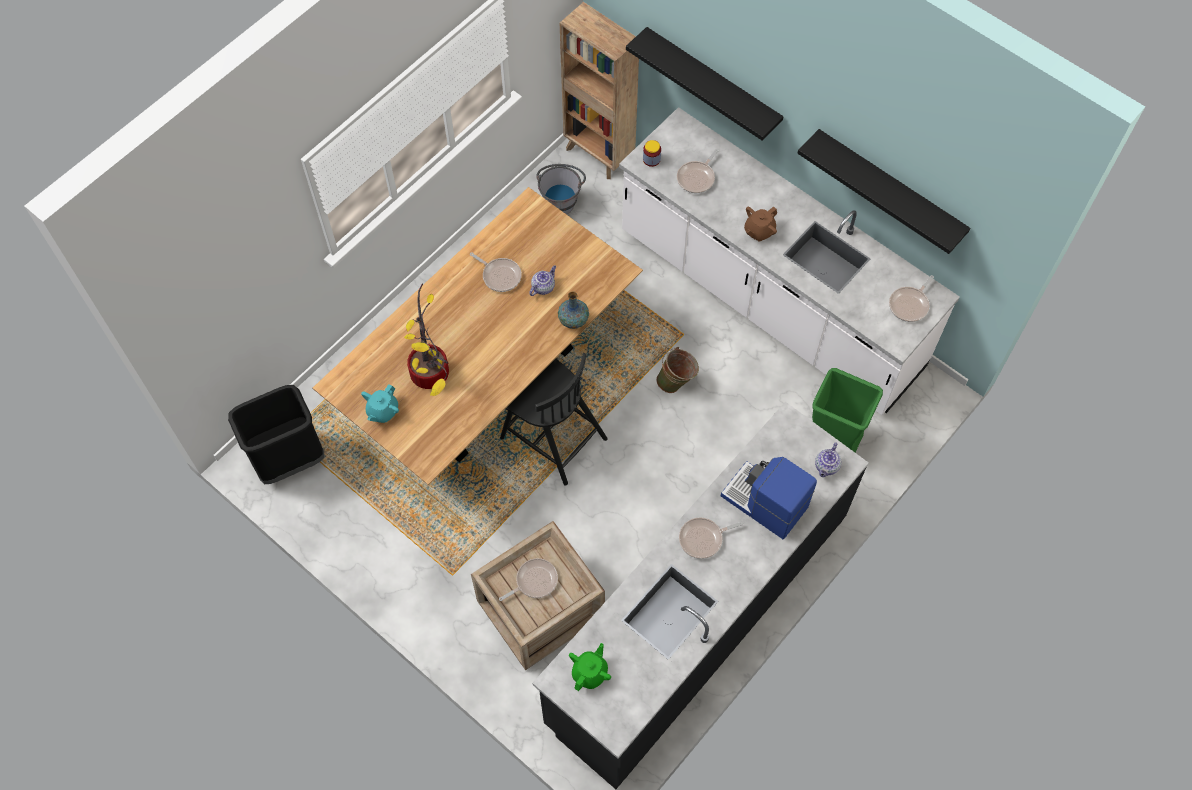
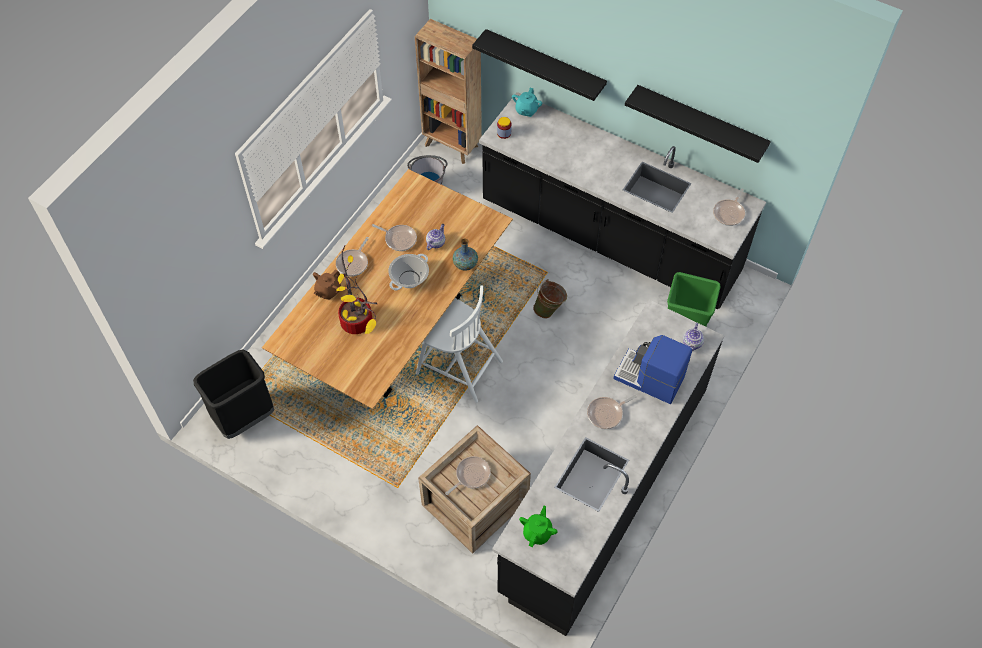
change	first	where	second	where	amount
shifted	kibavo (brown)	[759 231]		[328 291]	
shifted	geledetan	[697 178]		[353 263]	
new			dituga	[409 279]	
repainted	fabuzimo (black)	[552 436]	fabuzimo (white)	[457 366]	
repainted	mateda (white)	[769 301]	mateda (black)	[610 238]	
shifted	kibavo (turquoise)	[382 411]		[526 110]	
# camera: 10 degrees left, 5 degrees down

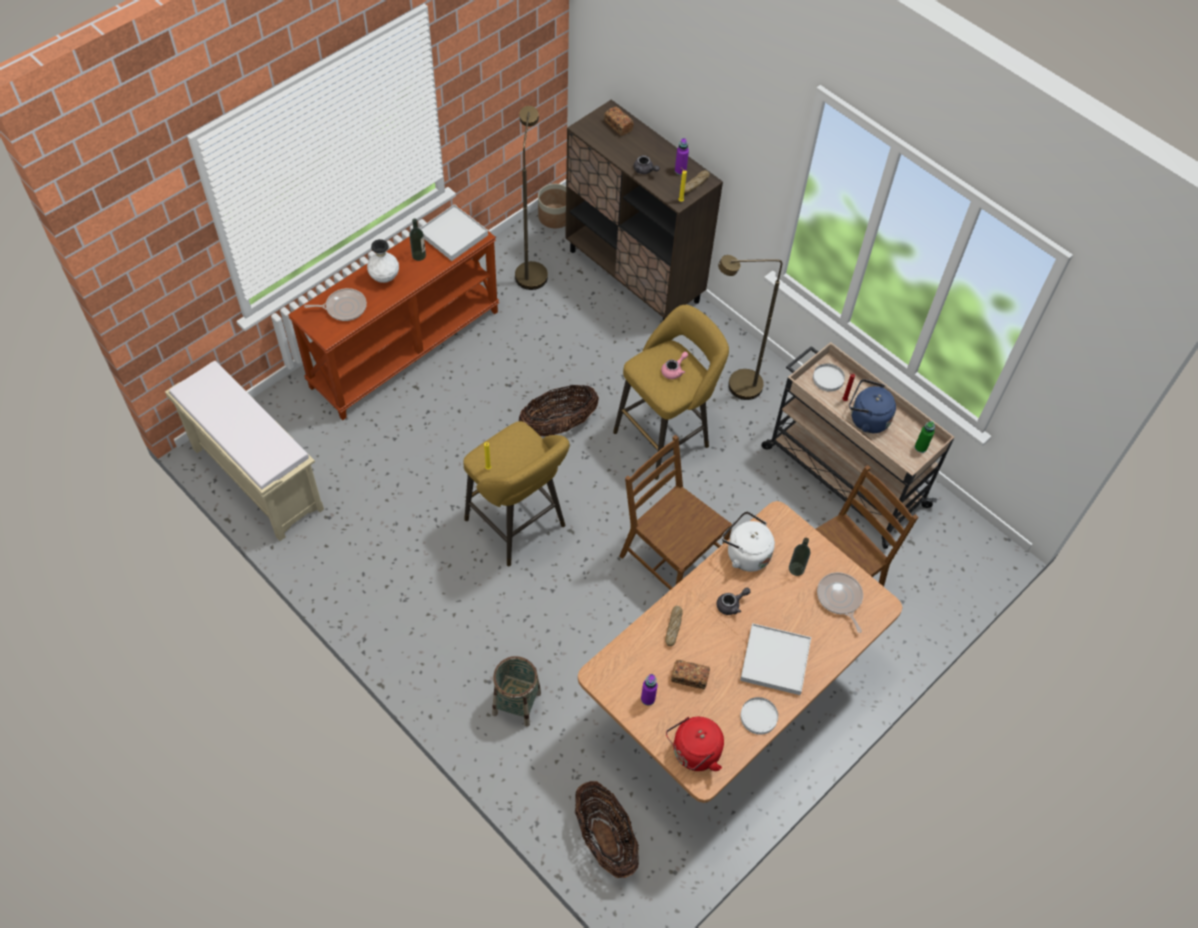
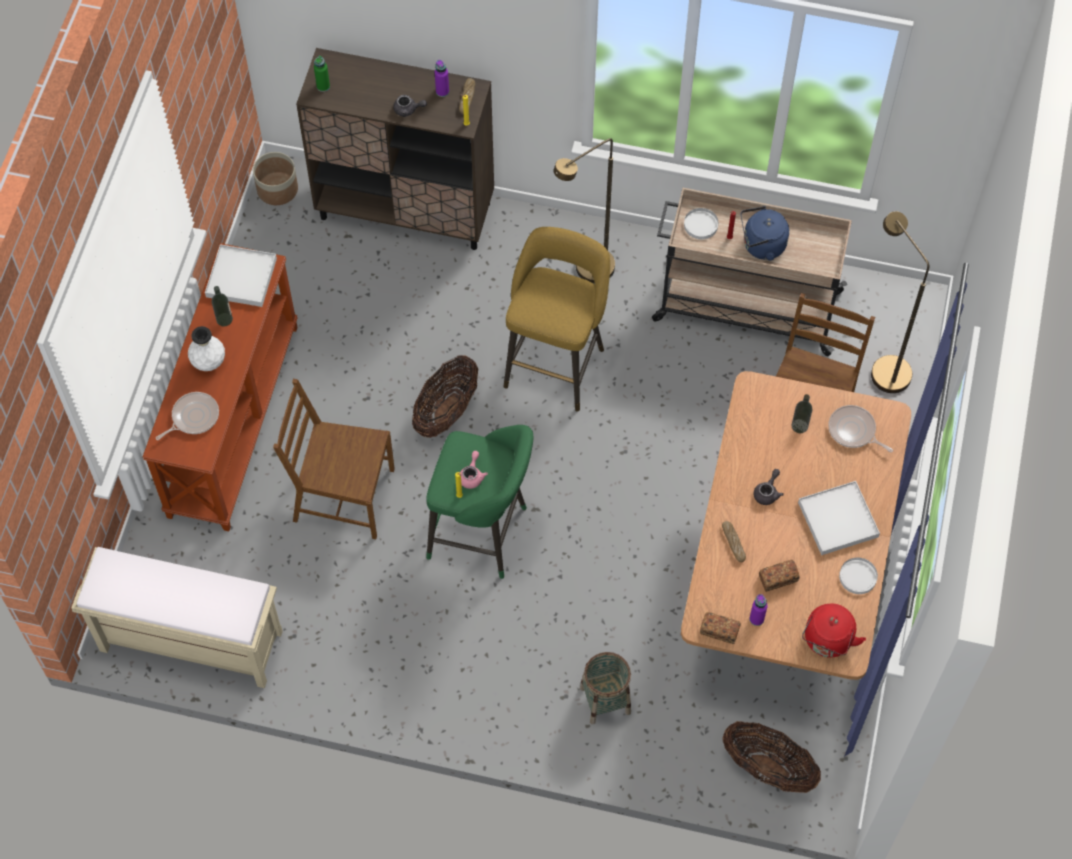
change	first	where	second	where	amount
shifted	fabuzimo (brown)	[669 559]		[342 496]	
shifted	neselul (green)	[920 447]		[323 86]	
repainted	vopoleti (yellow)	[518 526]	vopoleti (green)	[483 534]	
shifted	kibavo (pink)	[674 370]		[472 475]	
shifted	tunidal	[618 126]		[719 631]	
shifted	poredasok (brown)	[531 270]		[883 367]	
gone	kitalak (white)	[745 554]			
# camera: 30 degrees left, 5 degrees up

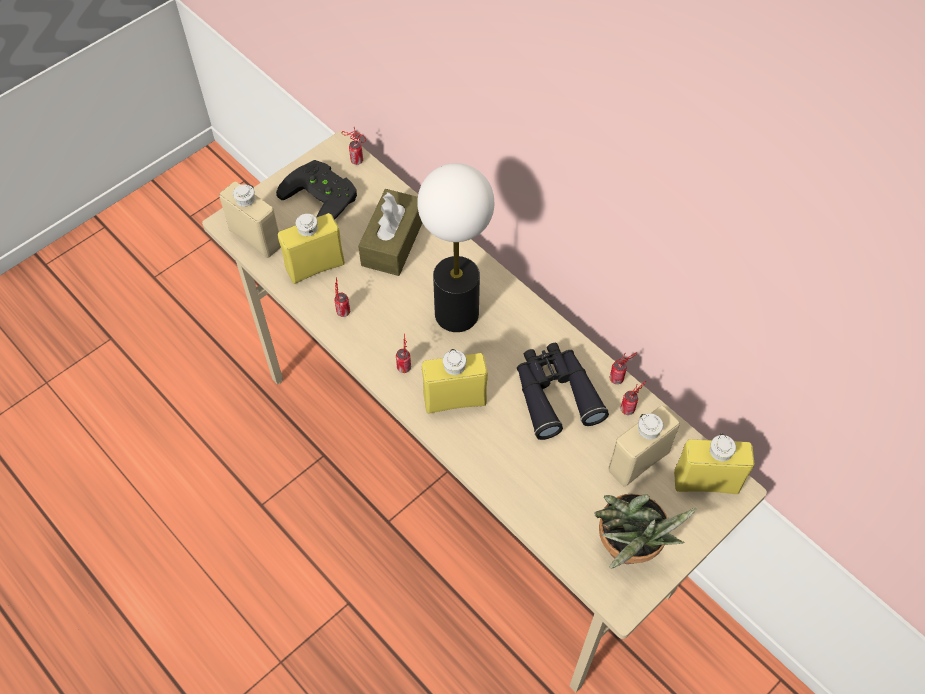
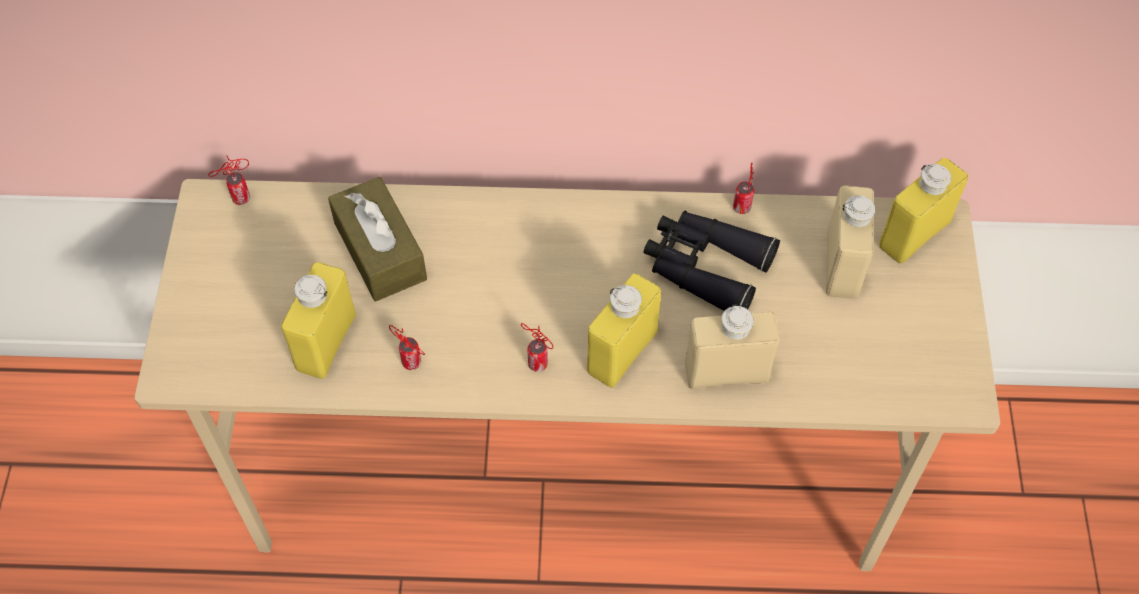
change	first	where	second	where	amount
shifted	neselul (beige)	[256 238]		[726 372]	
gone	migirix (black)	[323 195]			
gone	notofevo	[456 314]			
gone	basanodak	[627 552]			
gone	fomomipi	[628 408]			
# camera: 45 degrees left, 0 degrees up

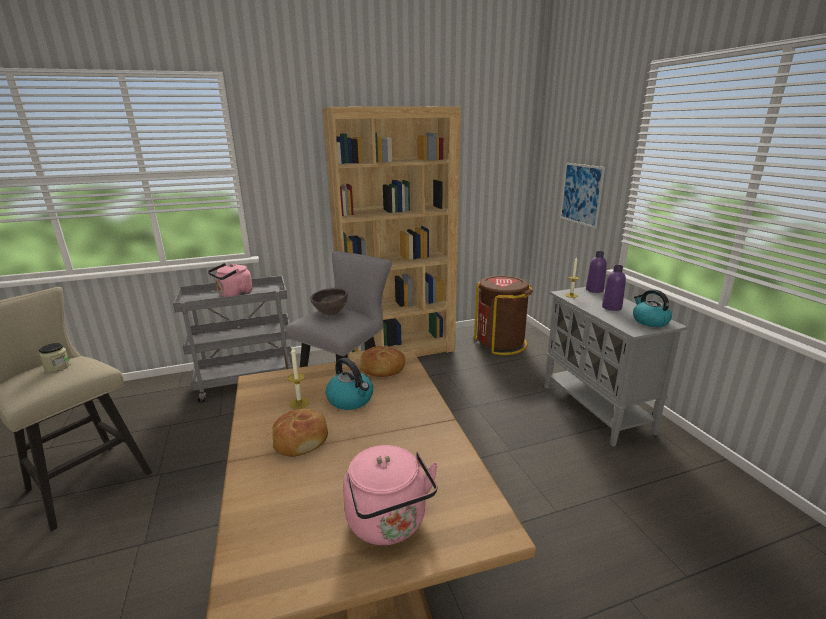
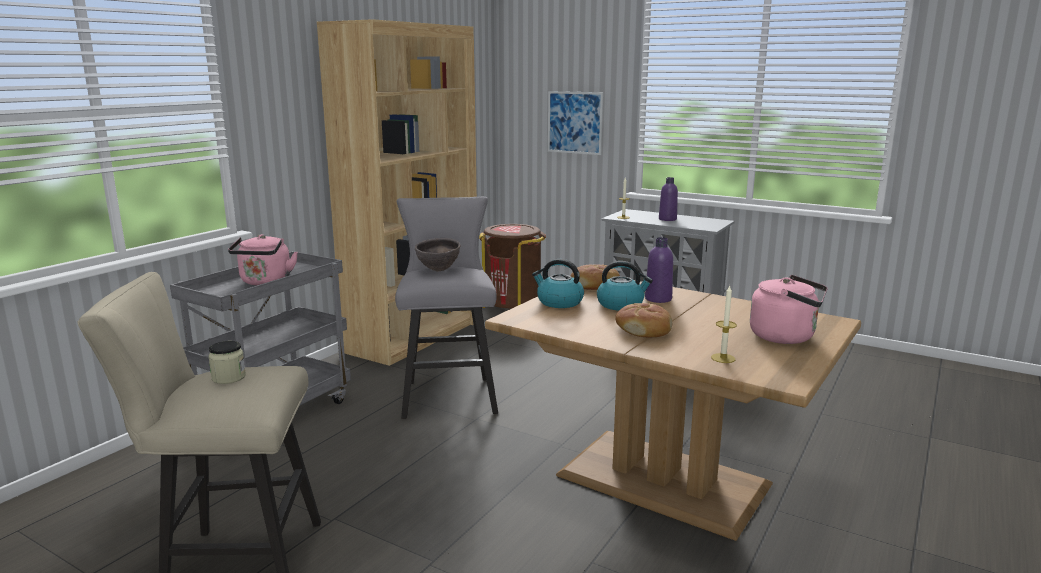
change	first	where	second	where	amount
shifted	kitalak	[649 321]		[559 302]	
shifted	neselul (purple)	[594 290]		[658 299]	
shifted	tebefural	[299 403]		[723 358]	
# camera: 40 degrees left, 5 degrees down

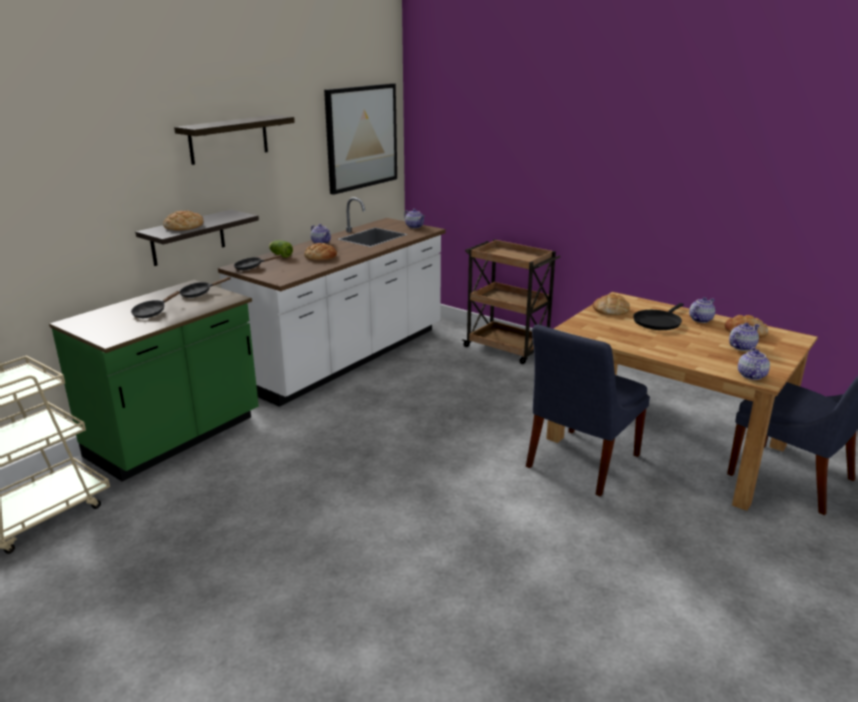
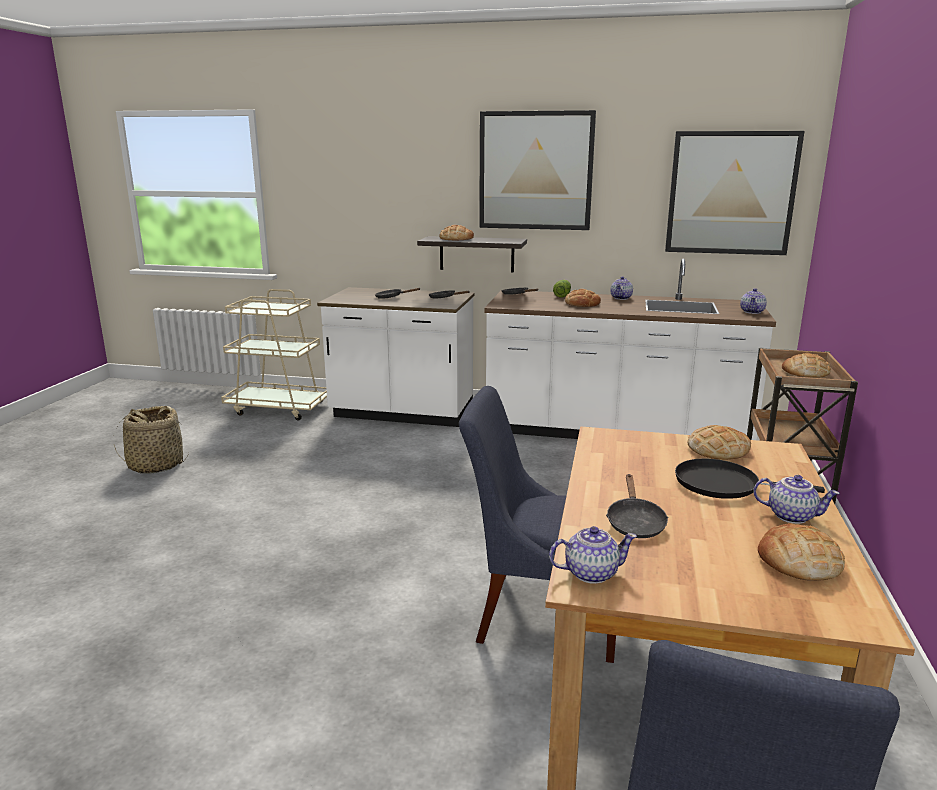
change	first	where	second	where	amount
new			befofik	[155 465]	
repainted	mateda (green)	[176 438]	mateda (white)	[402 414]	
swapped	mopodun	[229 139]	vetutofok	[535 171]	
new			geledetan (black)	[635 523]	
new			tunidal	[805 372]	
gone	kibavo	[741 347]			
# camera: 65 degrees right, 5 degrees down

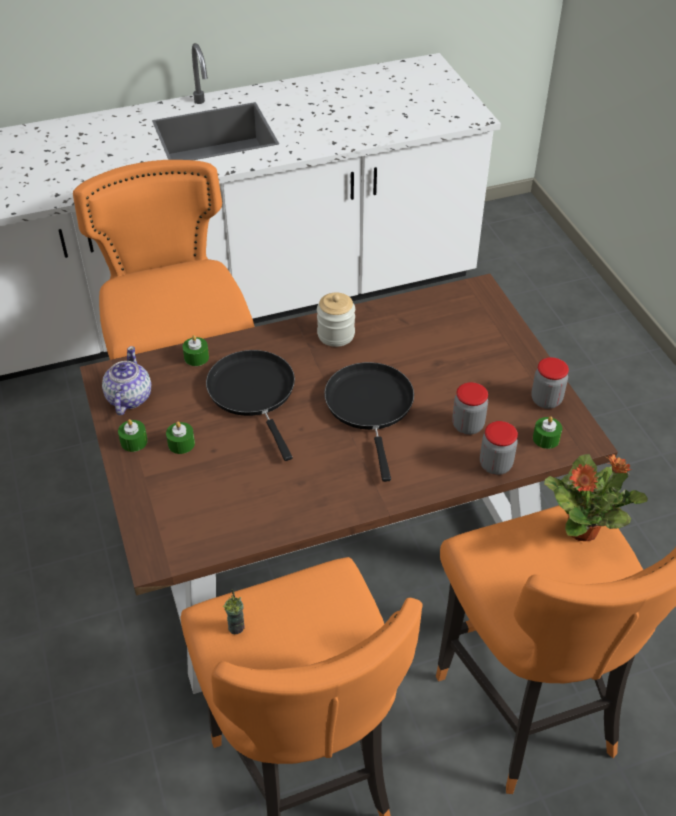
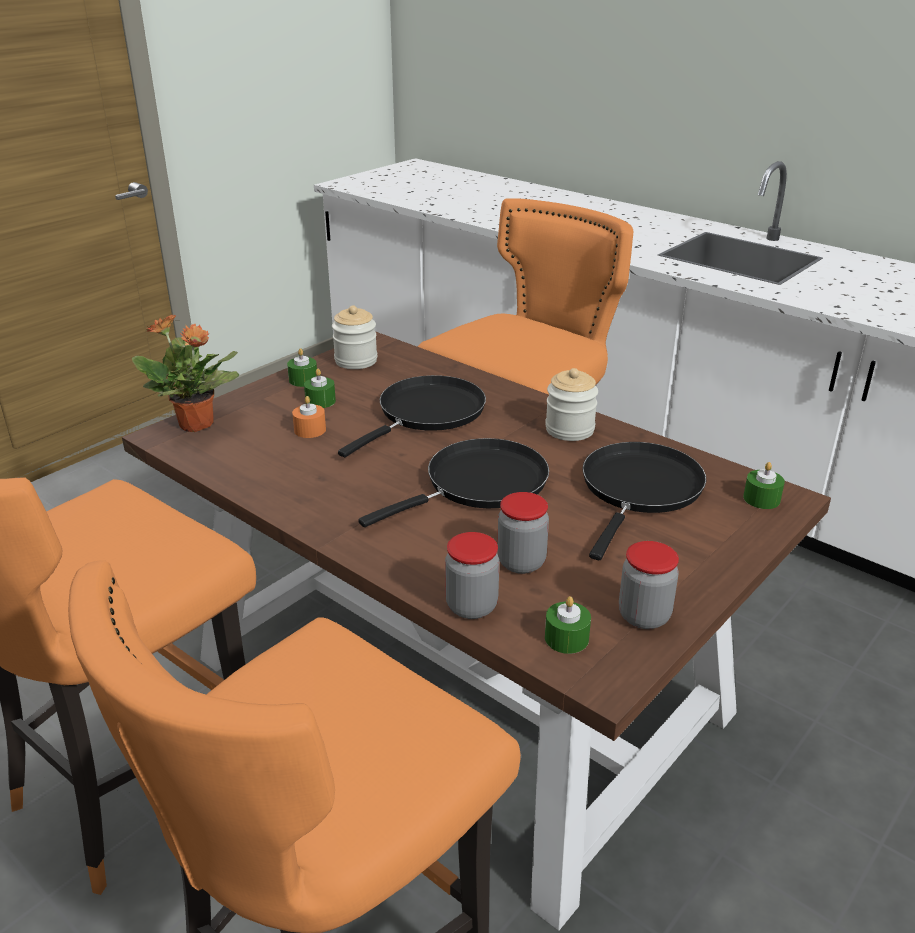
change	first	where	second	where	amount
shifted	basanodak	[583 529]		[197 425]	
new			tebefural (orange)	[310 430]	
swapped	kibavo	[128 398]	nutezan	[356 361]	
new			geledetan (black)	[639 490]	
shifted	tebefural (green)	[196 357]		[761 499]	
gone	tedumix	[236 626]			
# camera: 60 degrees right, 15 degrees down

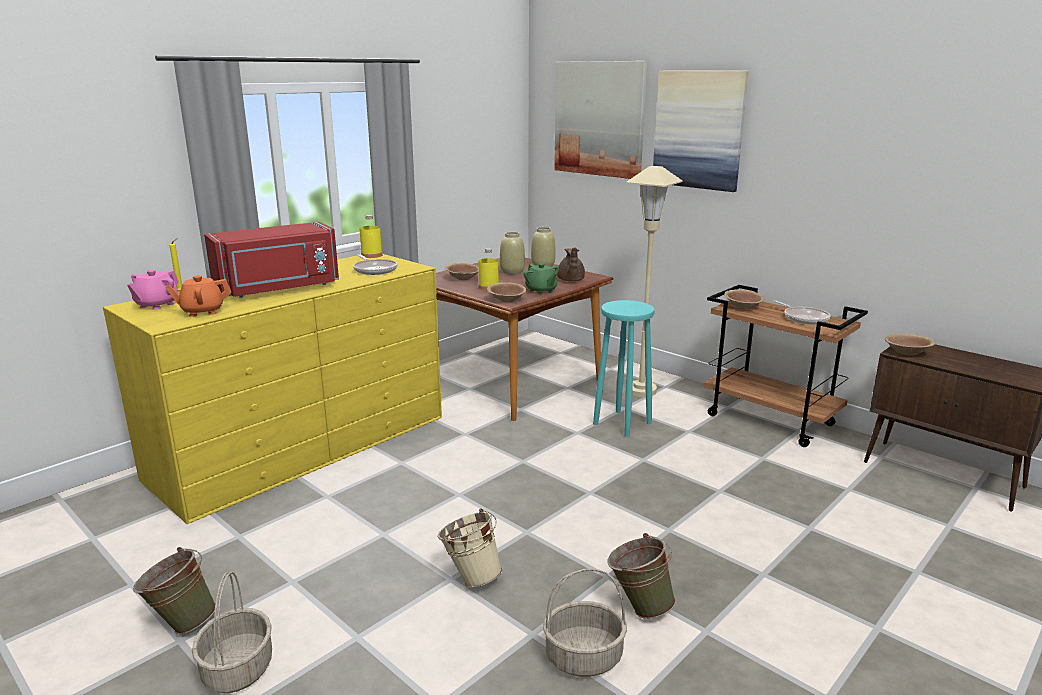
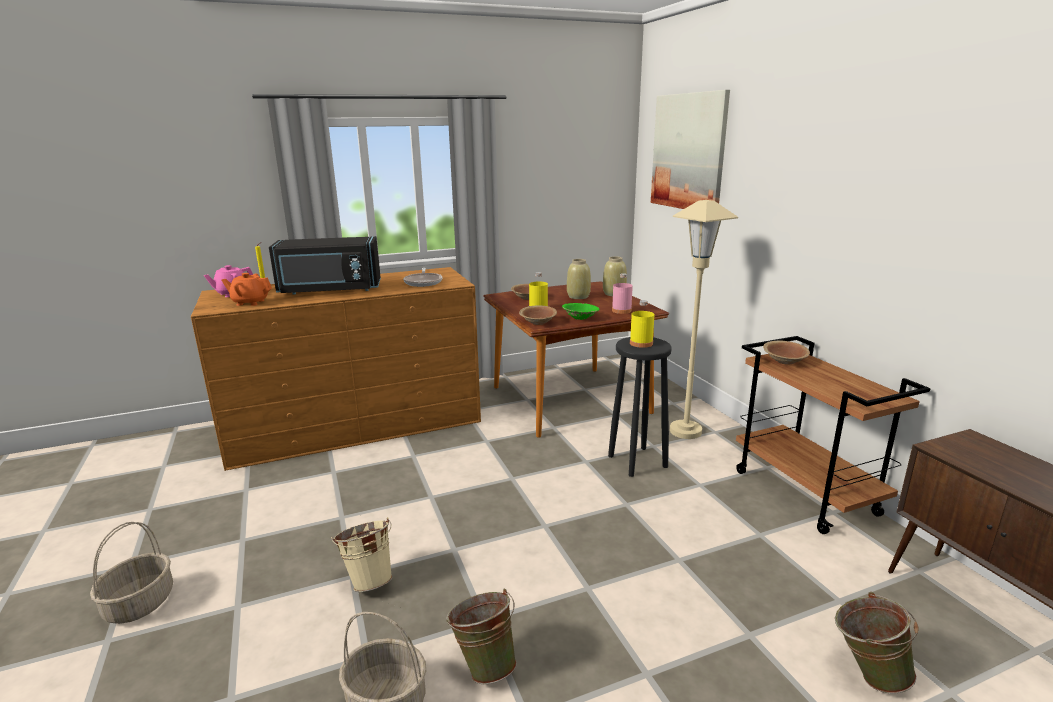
change	first	where	second	where	amount
repainted	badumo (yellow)	[303 446]	badumo (brown)	[356 425]	
repainted	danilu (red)	[278 288]	danilu (black)	[330 290]	
swapped	kibavo (green)	[541 291]	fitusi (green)	[580 318]	
repainted	vopoleti (turquoise)	[621 423]	vopoleti (black)	[636 461]	
swapped	kibavo (brown)	[570 280]	neselul (pink)	[621 310]	
shifted	neselul (yellow)	[371 255]		[641 343]	
shifted	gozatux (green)	[181 623]		[866 673]	
gone	vetutofok	[699 130]			
gone	geledetan	[804 318]			
gone	fitusi (brown)	[907 352]			
# camera: 25 degrees right, 0 degrees up

